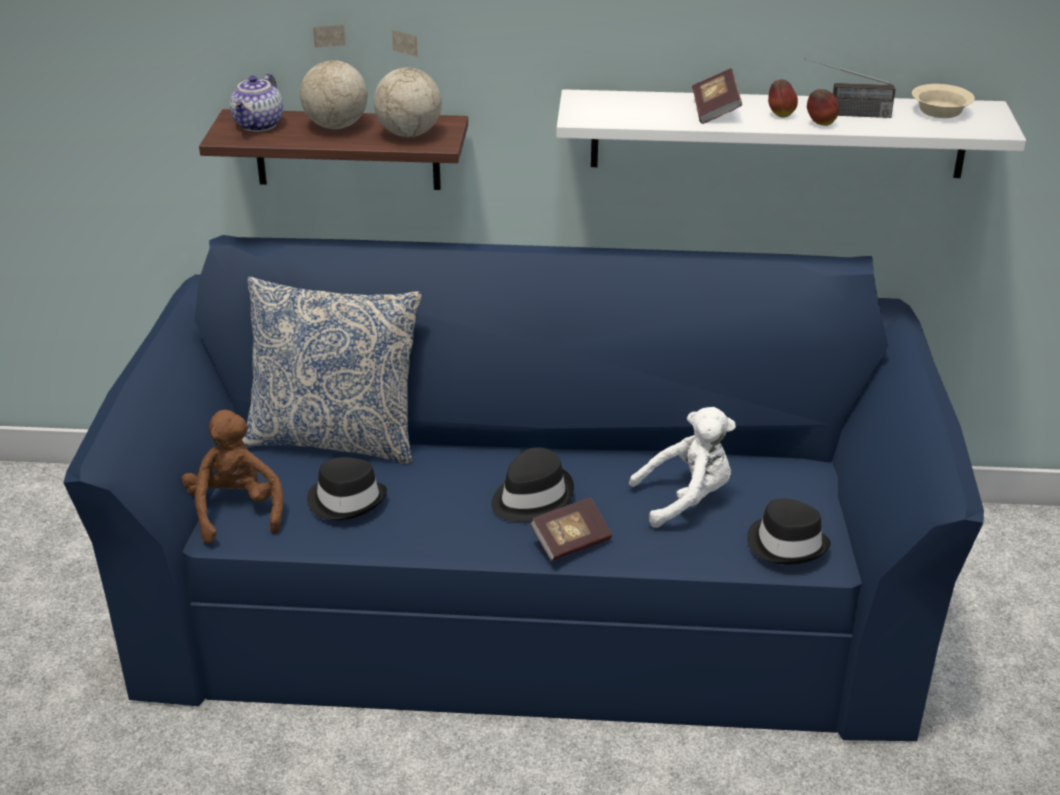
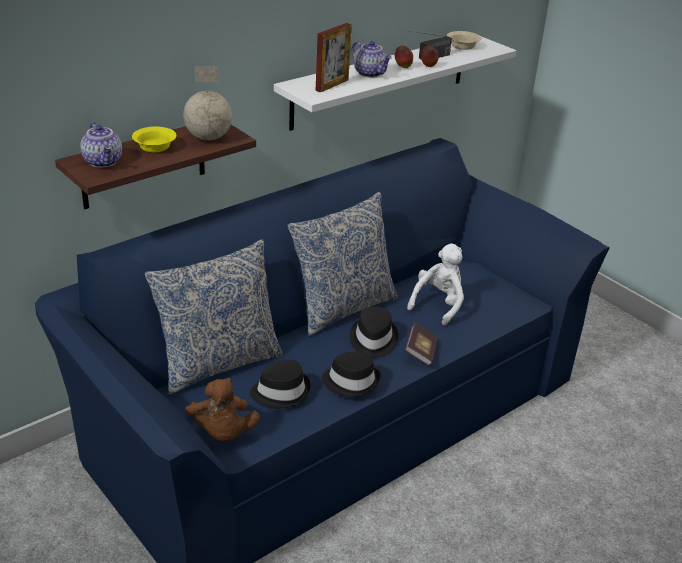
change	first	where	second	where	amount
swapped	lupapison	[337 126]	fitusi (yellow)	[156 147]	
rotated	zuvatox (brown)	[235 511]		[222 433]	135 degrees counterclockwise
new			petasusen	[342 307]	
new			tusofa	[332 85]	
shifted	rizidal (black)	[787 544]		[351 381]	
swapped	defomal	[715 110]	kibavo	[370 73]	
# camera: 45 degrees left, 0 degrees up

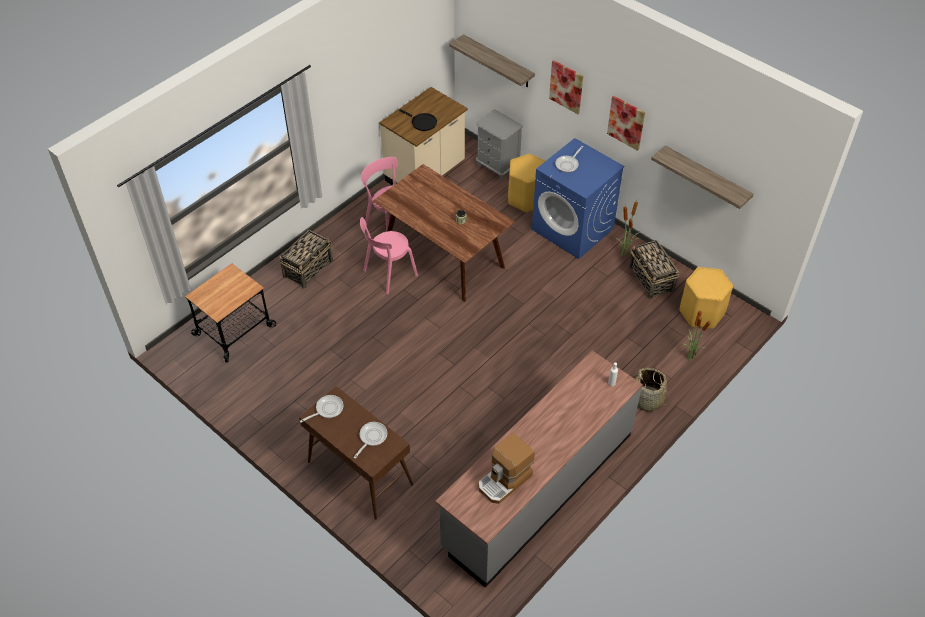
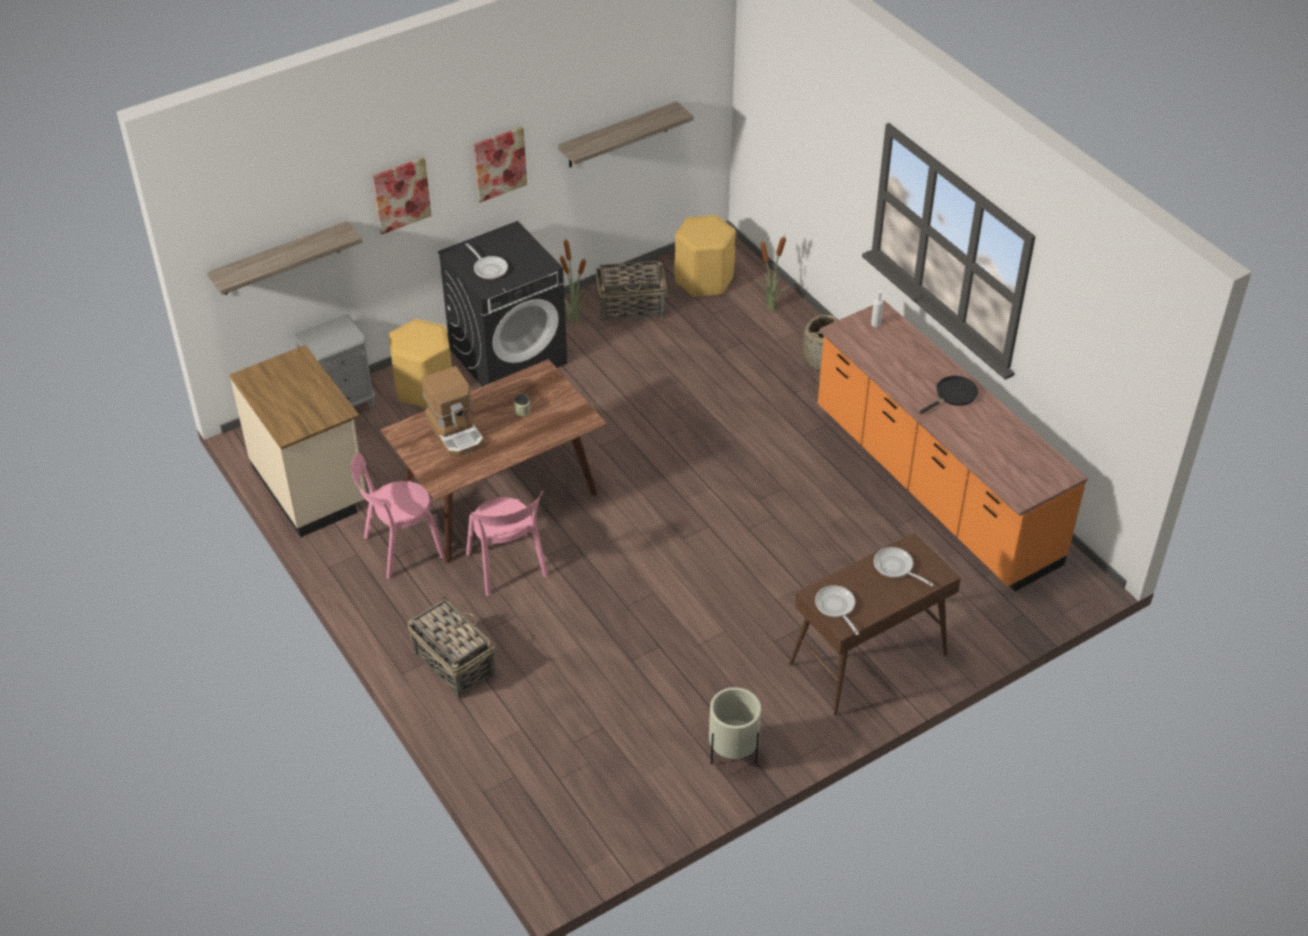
change	first	where	second	where	amount
shifted	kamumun	[505 481]		[456 431]	
repainted	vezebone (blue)	[573 229]	vezebone (black)	[508 355]	
new			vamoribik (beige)	[732 753]	
repainted	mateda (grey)	[538 490]	mateda (orange)	[933 487]	
shifted	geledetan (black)	[422 122]		[954 395]	
gone	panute	[234 330]			
# camera: 75 degrees left, 5 degrees down

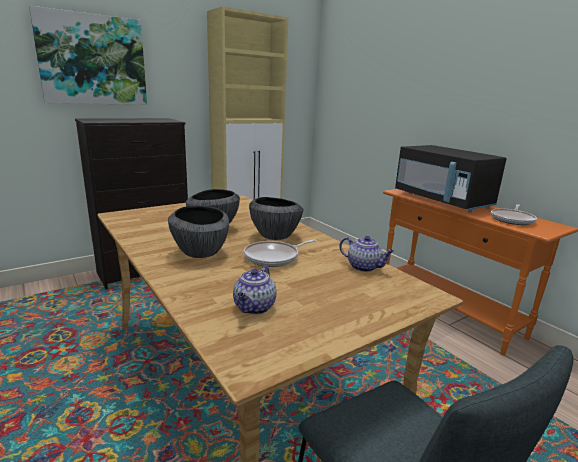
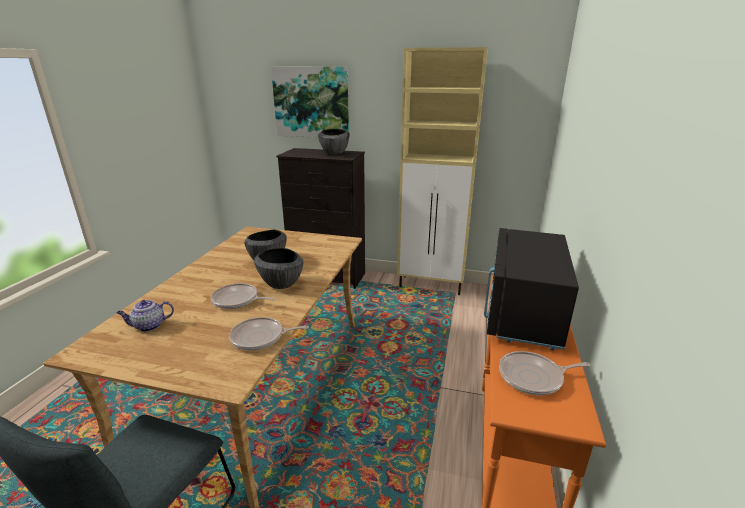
change	first	where	second	where	amount
swapped	kibavo	[364 267]	geledetan	[260 337]	
shifted	fitusi	[200 253]		[334 153]	
# camera: 50 degrees right, 5 degrees up

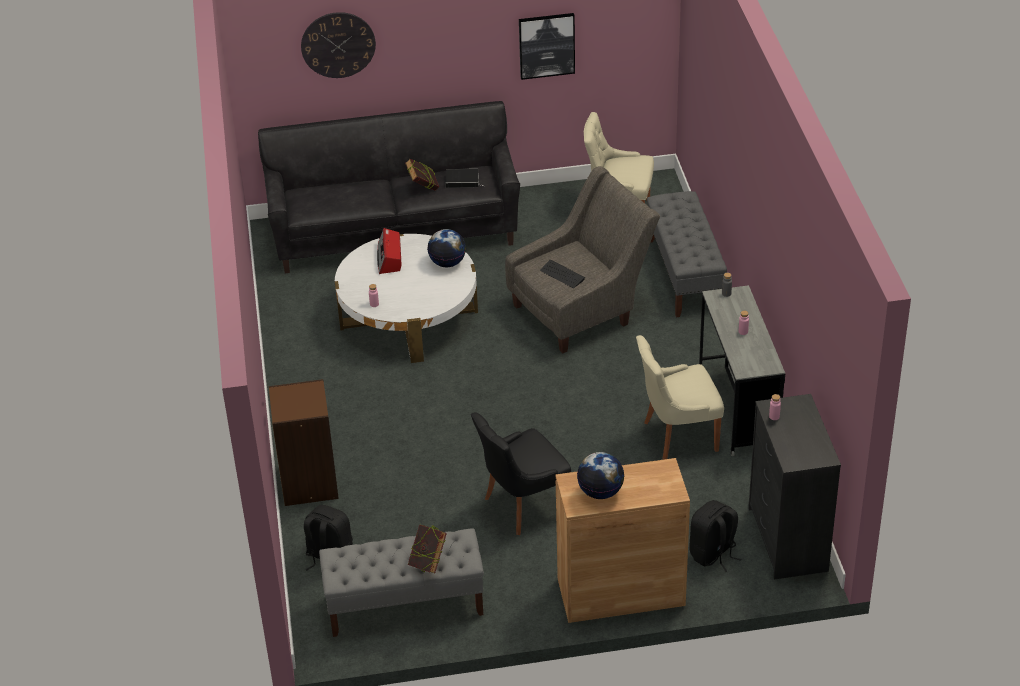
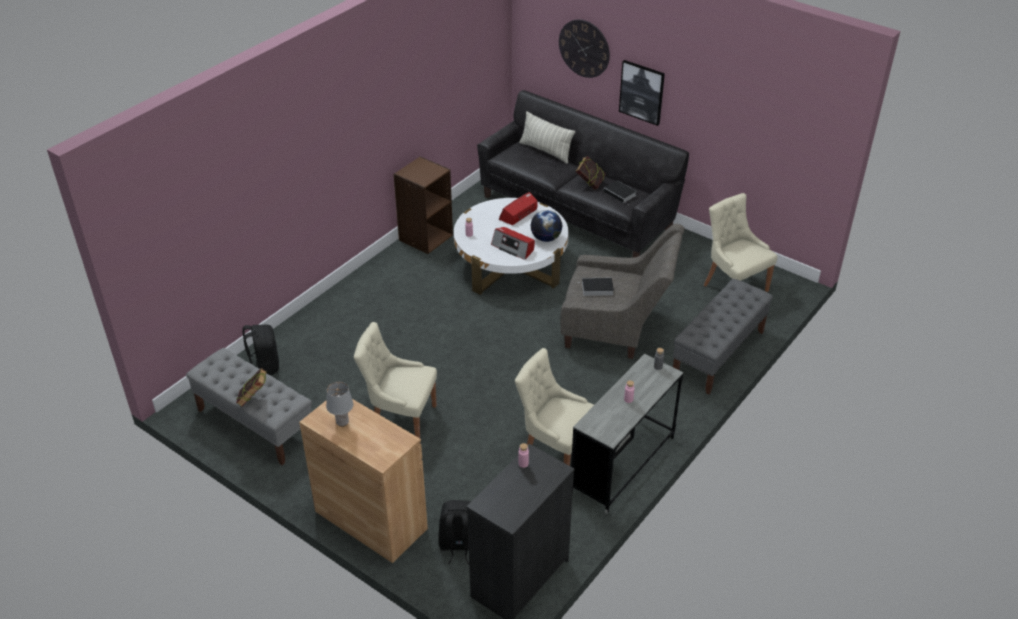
change	first	where	second	where	amount
swapped	lupapison	[600 492]	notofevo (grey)	[342 422]	
repainted	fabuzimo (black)	[522 506]	fabuzimo (beige)	[401 420]	
shifted	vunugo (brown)	[308 483]		[425 237]	
new			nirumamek	[513 248]	
new			petasusen	[546 151]	
swapped	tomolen	[562 275]	defomal	[596 288]	
shifted	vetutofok	[546 45]		[642 92]	
# camera: 45 degrees right, 0 degrees up

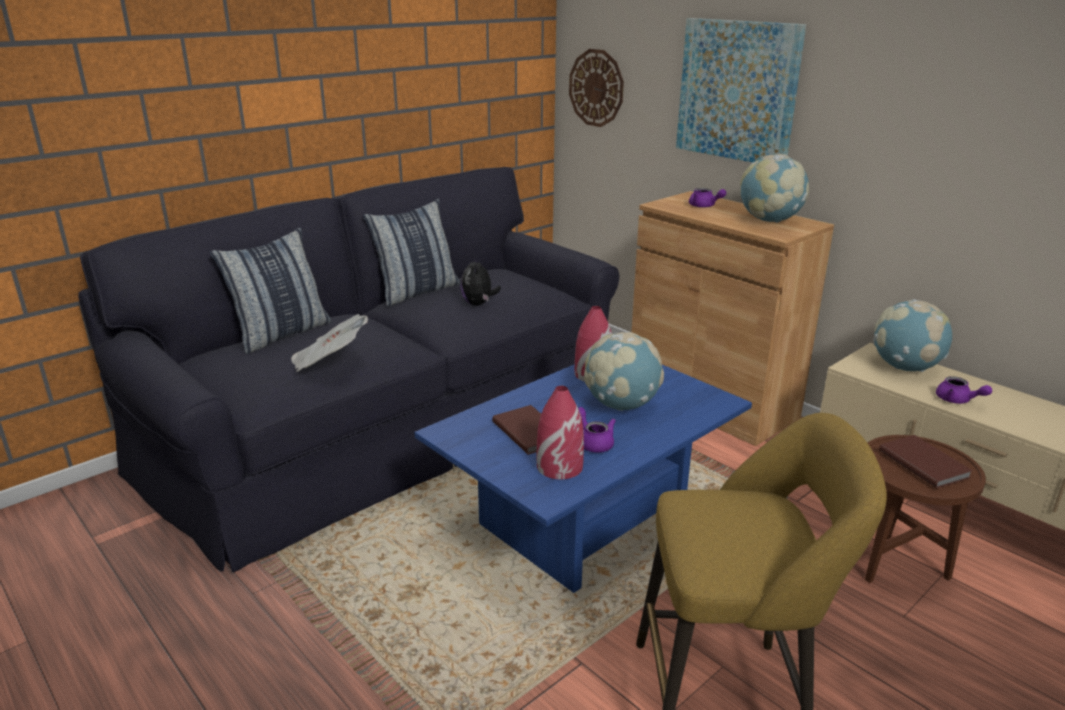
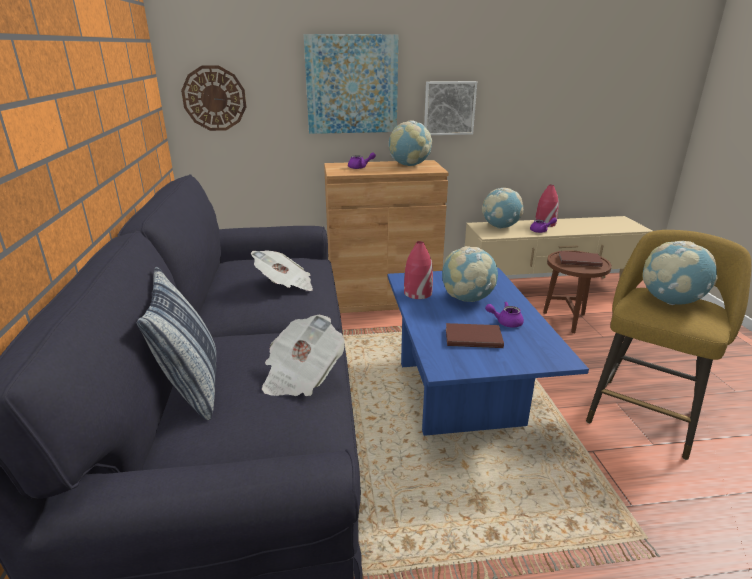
change	first	where	second	where	amount
swapped	zuvatox	[479 304]	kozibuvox	[285 285]	
new			vetutofok	[449 108]	
shifted	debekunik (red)	[559 466]		[545 223]	
new			lupapison	[670 301]	
gone	petasusen	[417 292]			
# camera: 55 degrees left, 0 degrees up

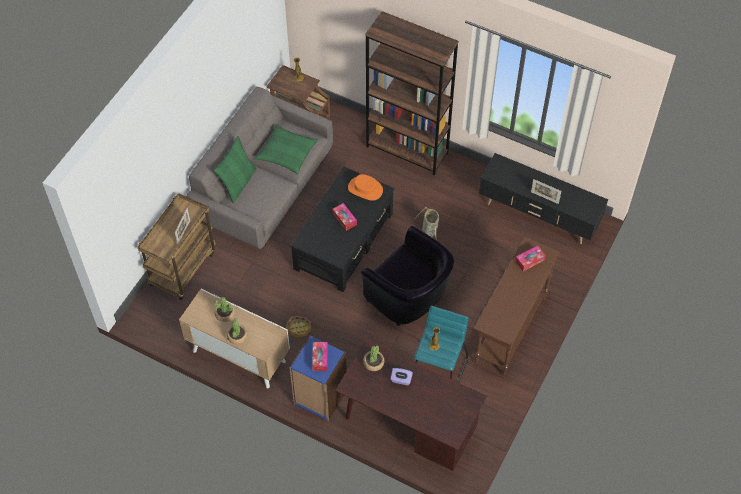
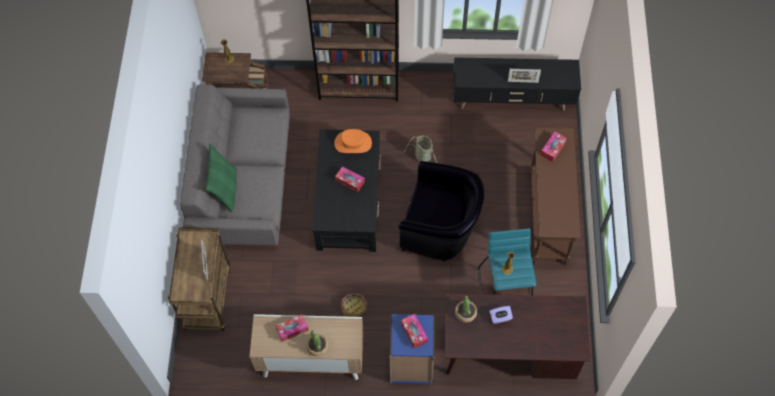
change	first	where	second	where	amount
swapped	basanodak	[225 314]	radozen	[292 329]	
gone	petasusen (green)	[287 153]			
# camera: 25 degrees left, 5 degrees up

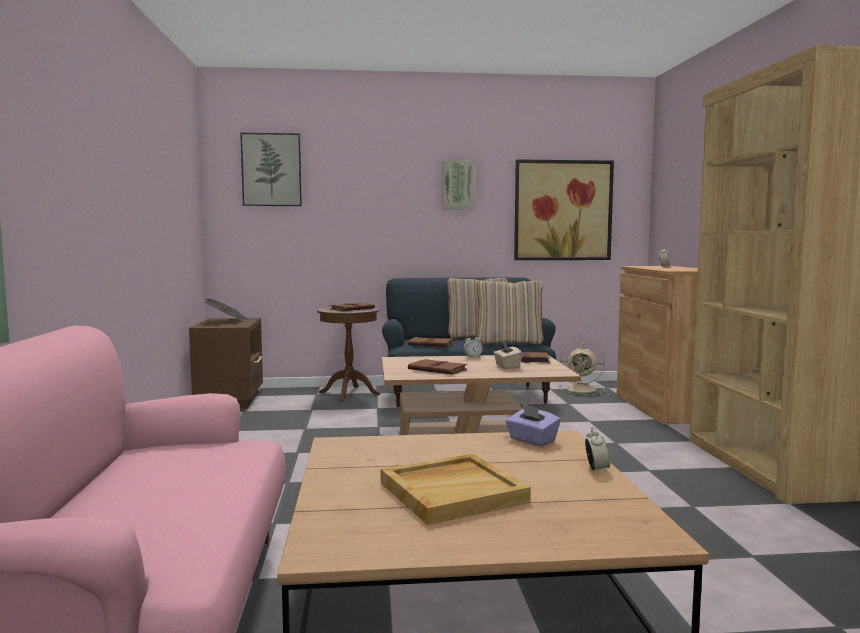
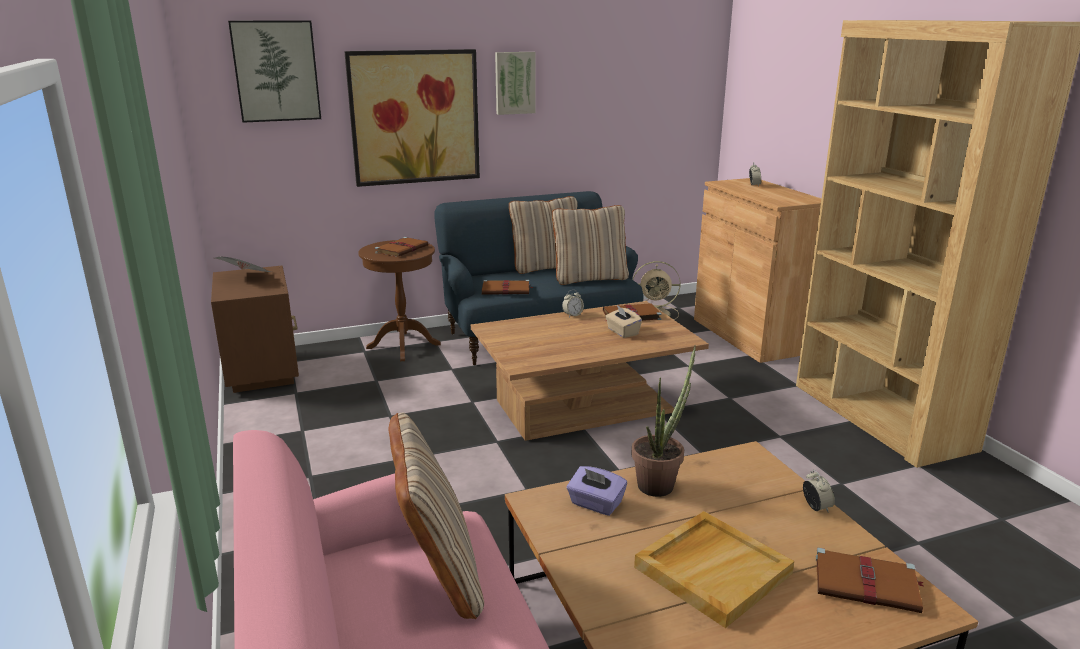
change	first	where	second	where	amount
shifted	vetutofok	[562 210]		[414 117]	
new			petasusen (beige)	[438 573]	
shifted	radozen (purple)	[532 440]		[595 504]	
new			basanodak	[660 483]	
shifted	defomal (brown)	[438 369]		[868 584]	
# camera: 15 degrees left, 15 degrees up

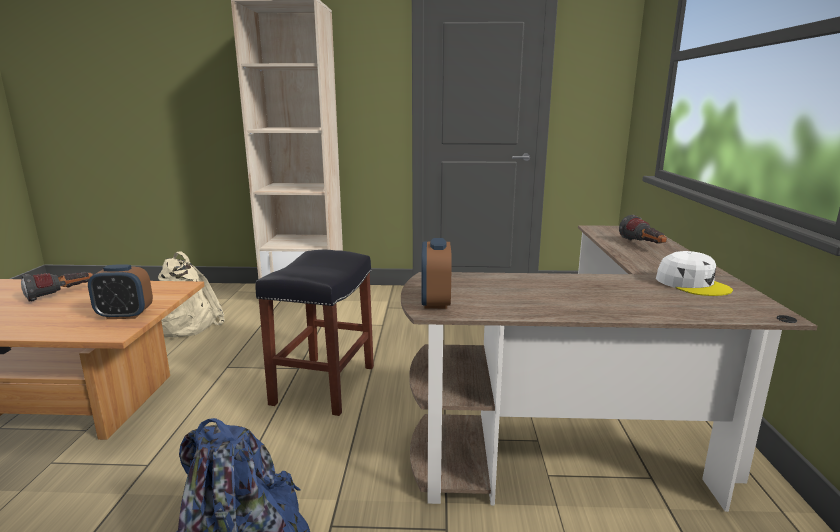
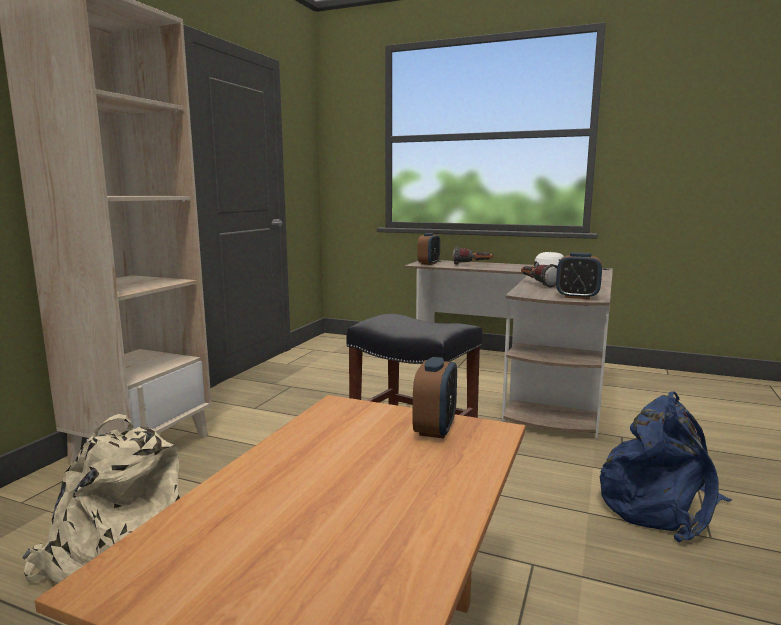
change	first	where	second	where	amount
new			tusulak	[429 263]	
shifted	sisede	[61 295]		[537 284]	
# camera: 70 degrees left, 5 degrees down

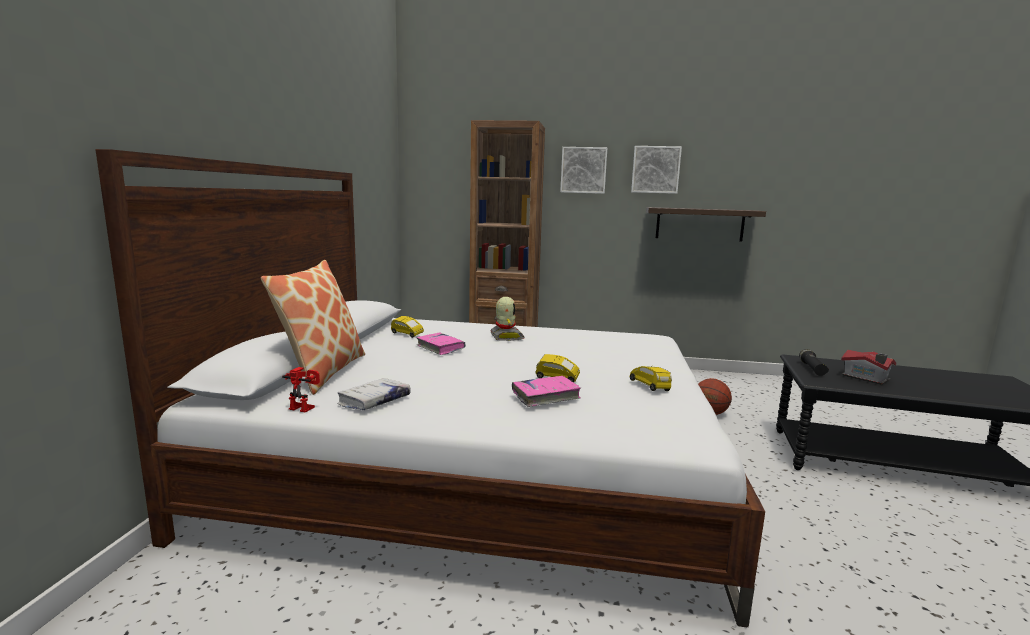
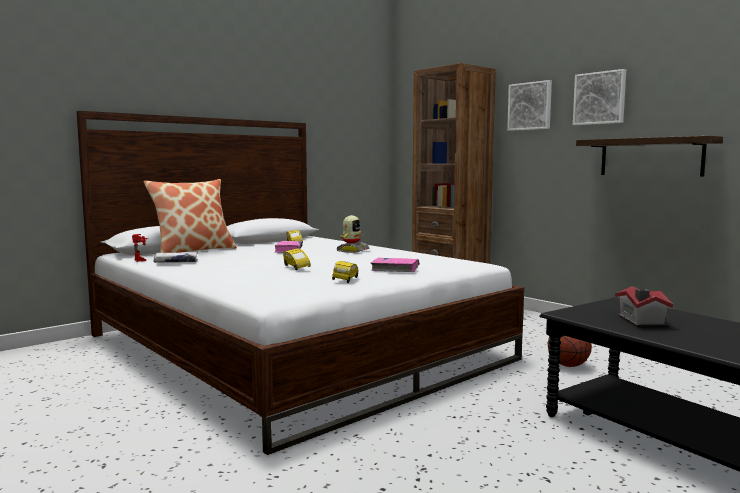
change	first	where	second	where	amount
shifted	defomal (pink)	[545 396]		[395 269]	
gone	sisede (black)	[812 369]			
# camera: 40 degrees right, 5 degrees down

